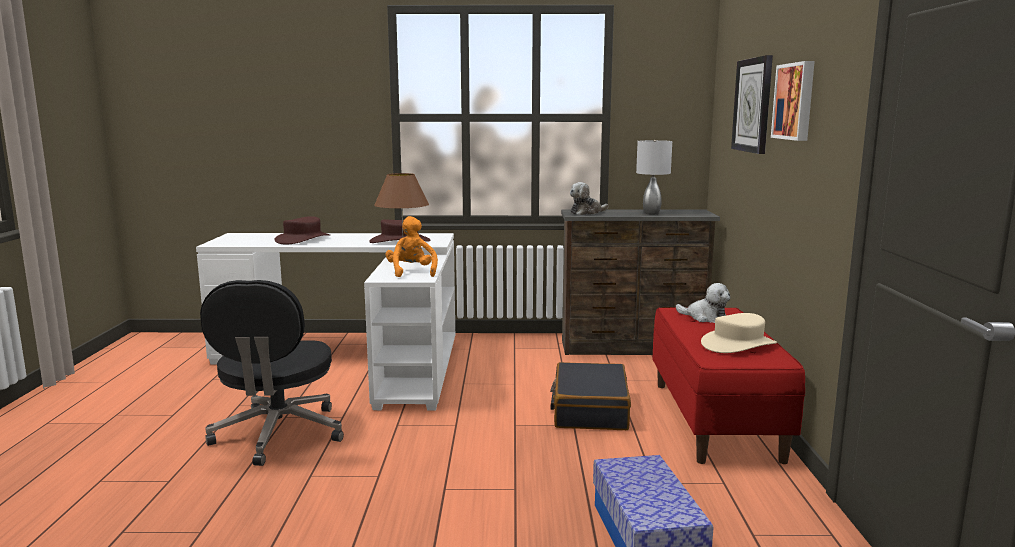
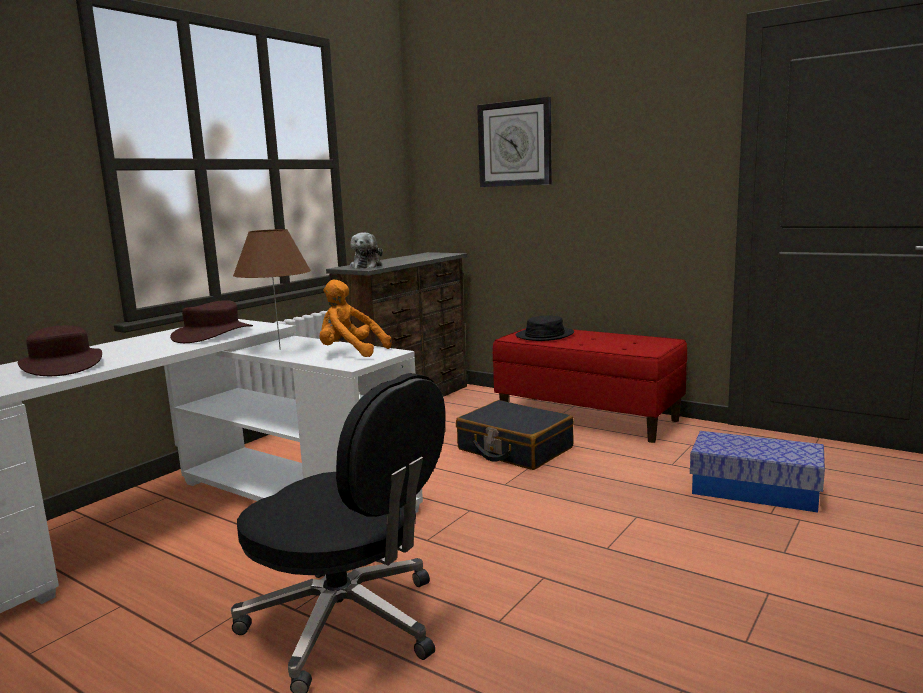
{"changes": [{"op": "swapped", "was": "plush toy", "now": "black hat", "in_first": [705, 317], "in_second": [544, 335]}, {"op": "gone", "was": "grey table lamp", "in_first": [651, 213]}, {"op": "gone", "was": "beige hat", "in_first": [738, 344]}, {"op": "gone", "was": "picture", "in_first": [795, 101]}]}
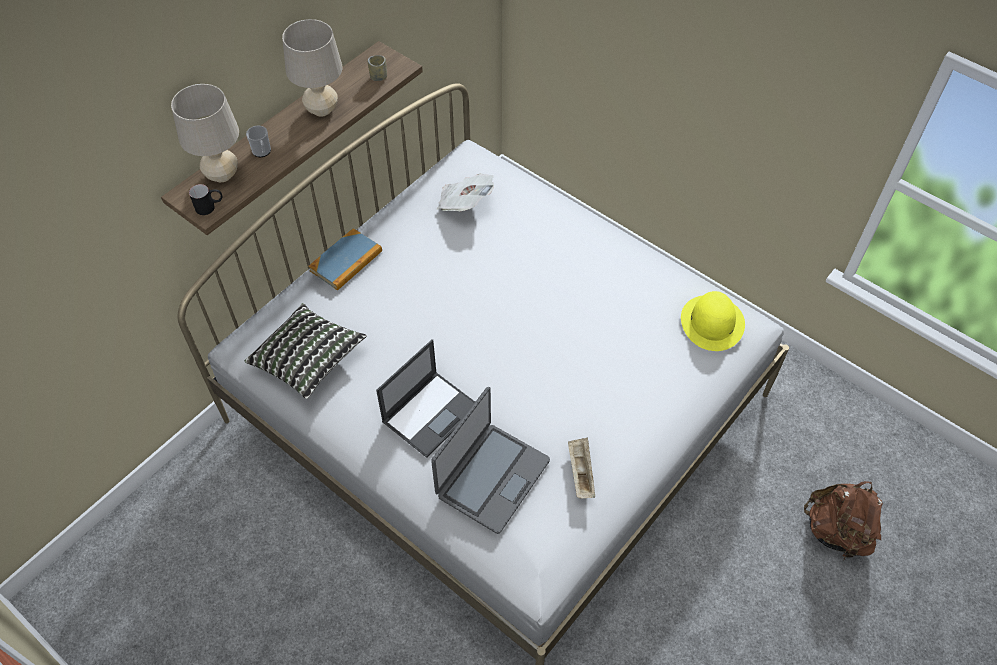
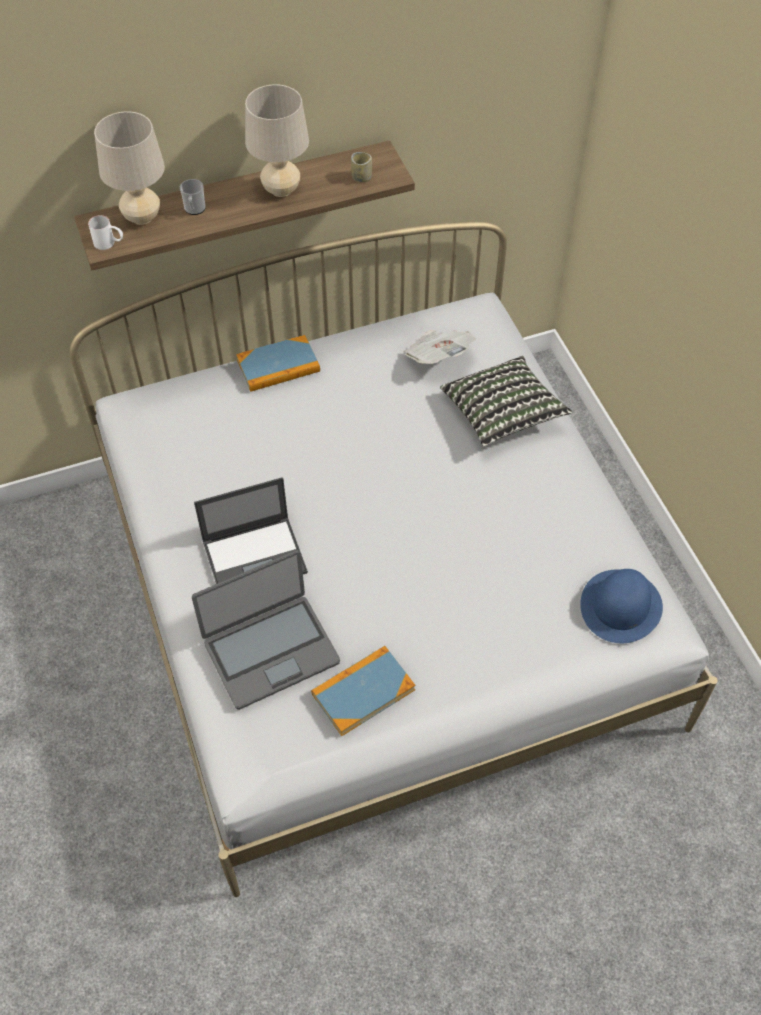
{"changes": [{"op": "repainted", "was": "black mug", "now": "white mug", "in_first": [210, 207], "in_second": [109, 243]}, {"op": "swapped", "was": "beige tray", "now": "book", "in_first": [580, 472], "in_second": [363, 692]}, {"op": "shifted", "was": "pillow", "in_first": [308, 360], "in_second": [502, 413]}, {"op": "repainted", "was": "yellow hat", "now": "blue hat", "in_first": [712, 322], "in_second": [621, 606]}, {"op": "gone", "was": "brown backpack", "in_first": [836, 532]}]}
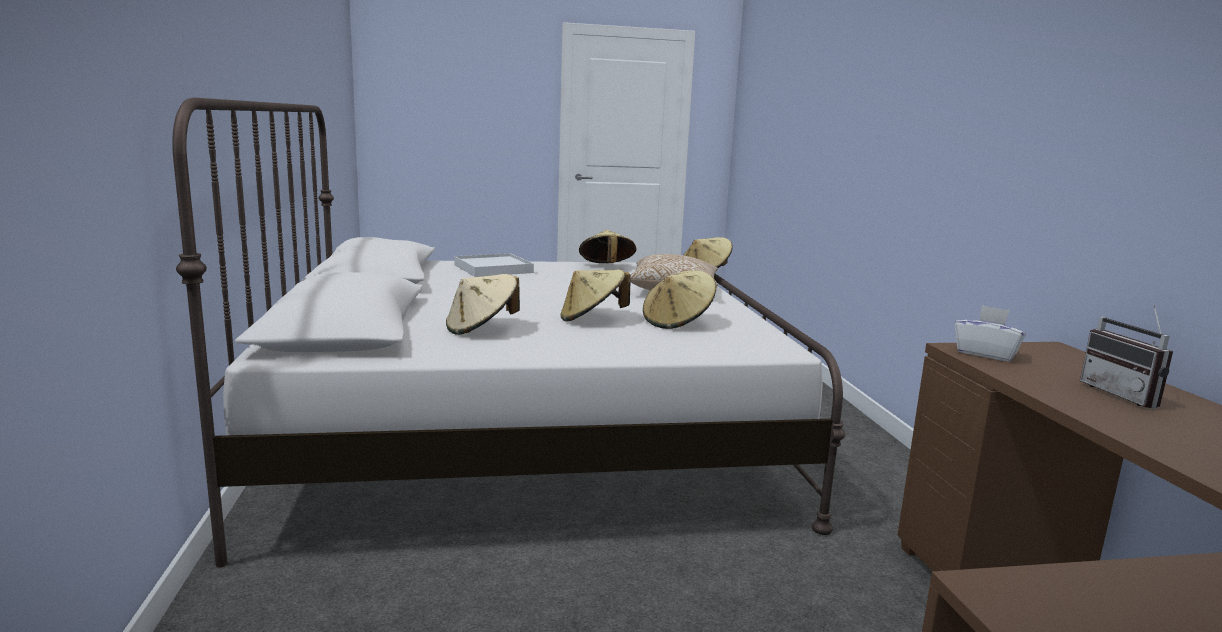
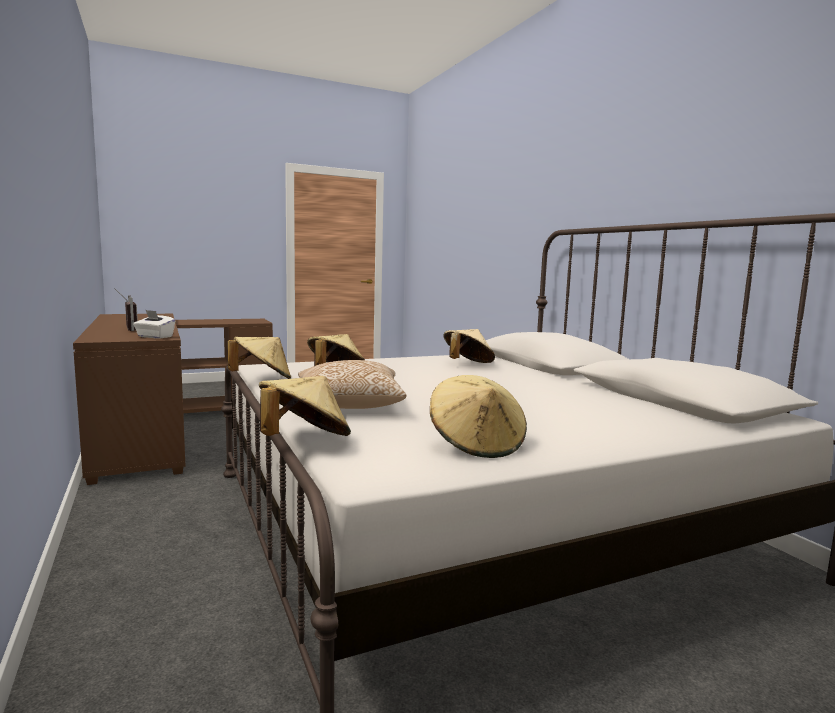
{"changes": [{"op": "shifted", "was": "beige hat", "in_first": [592, 318], "in_second": [262, 379]}, {"op": "gone", "was": "white tray", "in_first": [493, 269]}]}
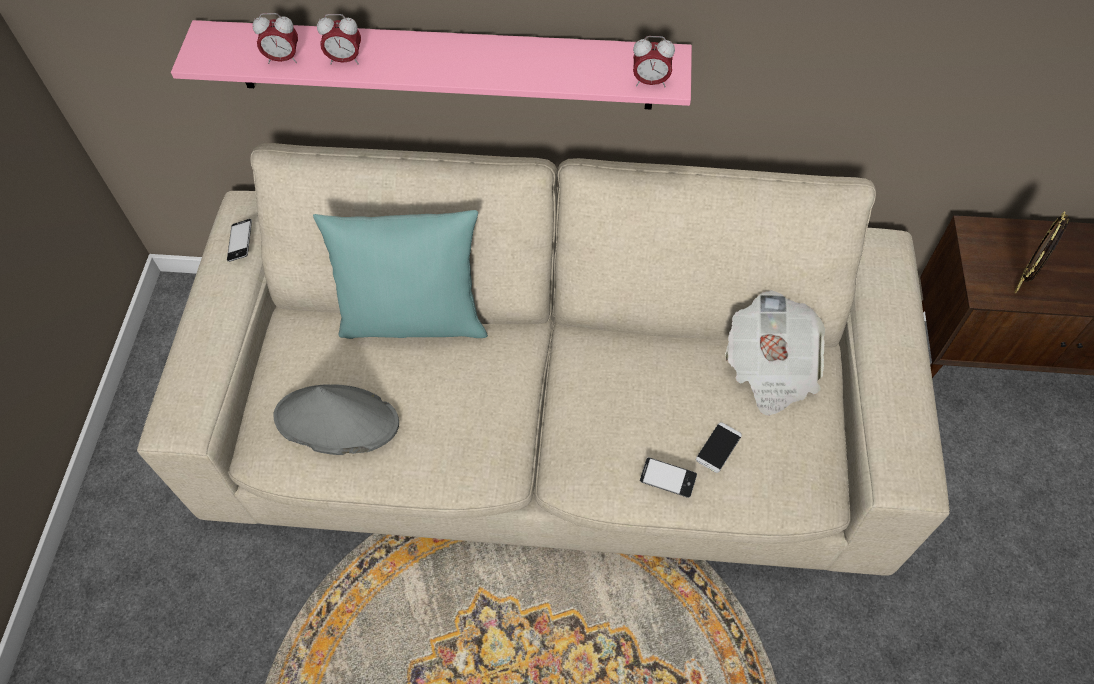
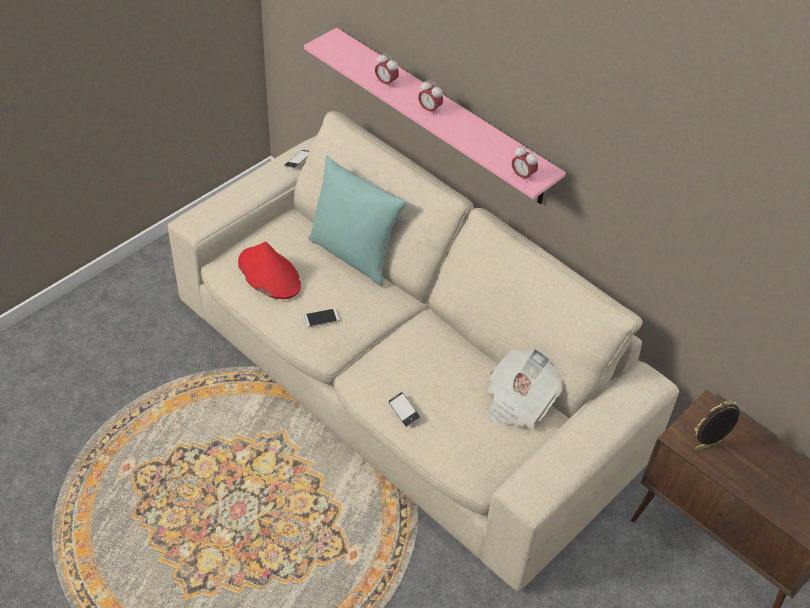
{"changes": [{"op": "repainted", "was": "grey hat", "now": "red hat", "in_first": [336, 421], "in_second": [269, 274]}, {"op": "shifted", "was": "phone", "in_first": [718, 447], "in_second": [321, 318]}, {"op": "shifted", "was": "alarm clock", "in_first": [283, 59], "in_second": [429, 110]}]}
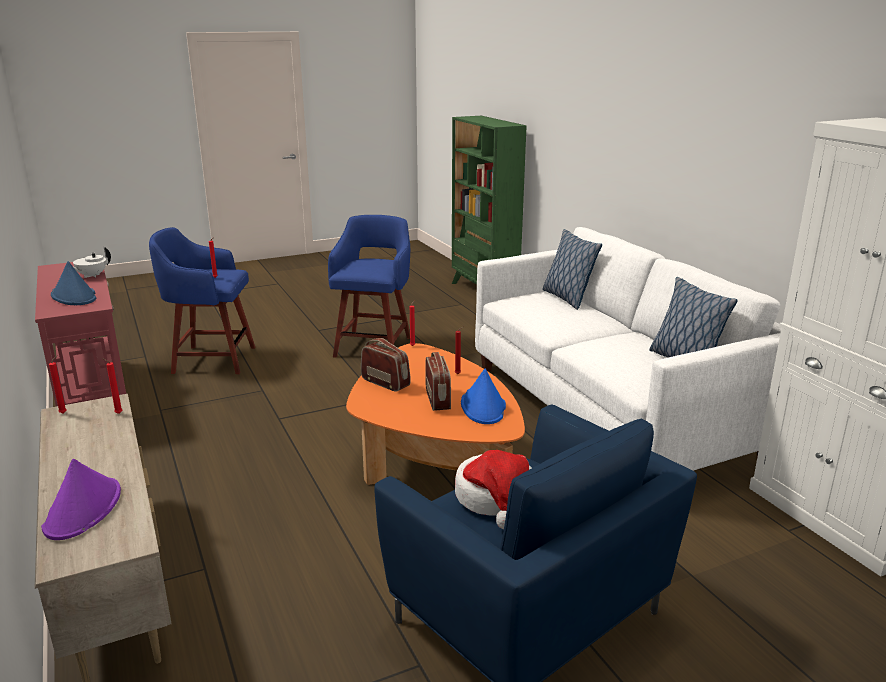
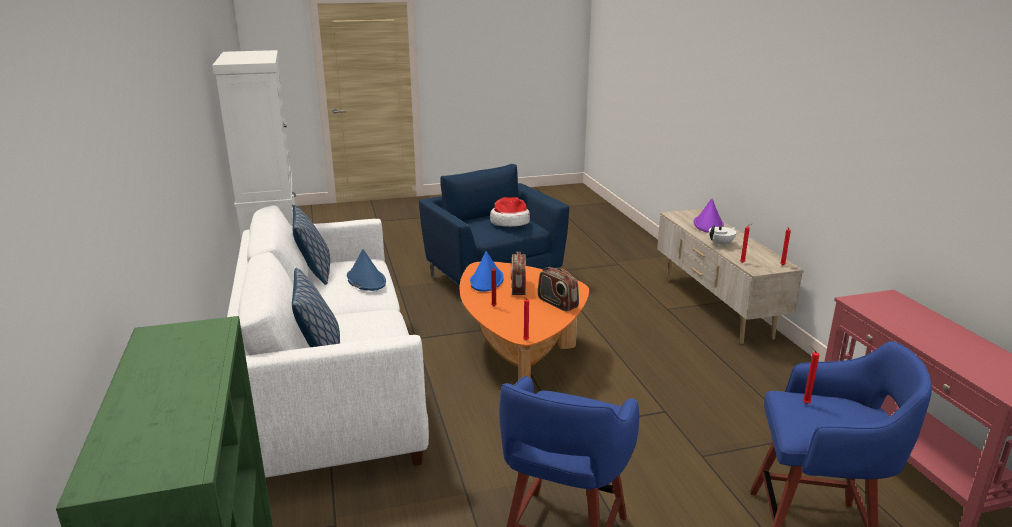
{"changes": [{"op": "shifted", "was": "blue hat", "in_first": [74, 296], "in_second": [366, 280]}, {"op": "shifted", "was": "white teapot", "in_first": [91, 276], "in_second": [721, 244]}]}
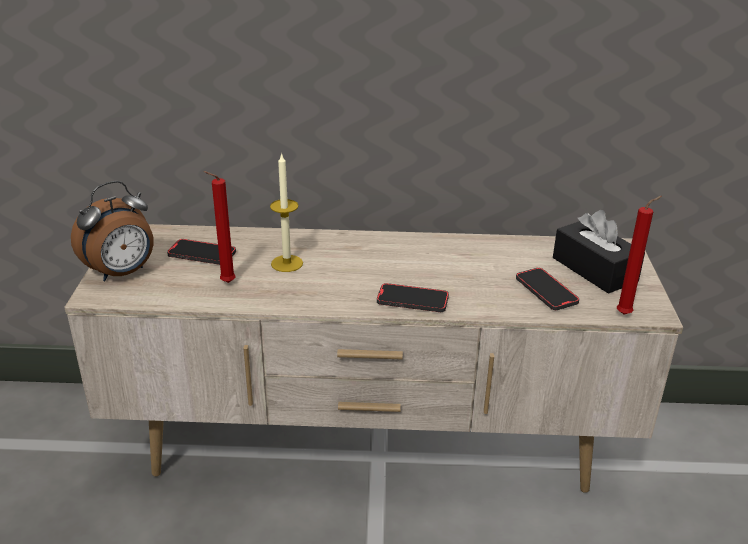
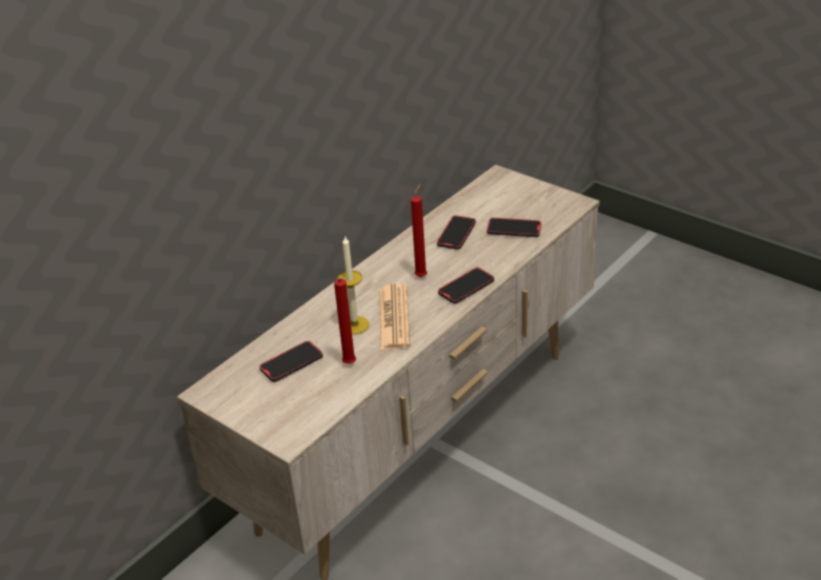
{"changes": [{"op": "new", "now": "newspaper", "in_second": [394, 318]}, {"op": "shifted", "was": "red candle", "in_first": [626, 314], "in_second": [422, 276]}, {"op": "new", "now": "phone", "in_second": [456, 234]}, {"op": "gone", "was": "alarm clock", "in_first": [122, 273]}, {"op": "gone", "was": "black tissue box", "in_first": [594, 269]}]}
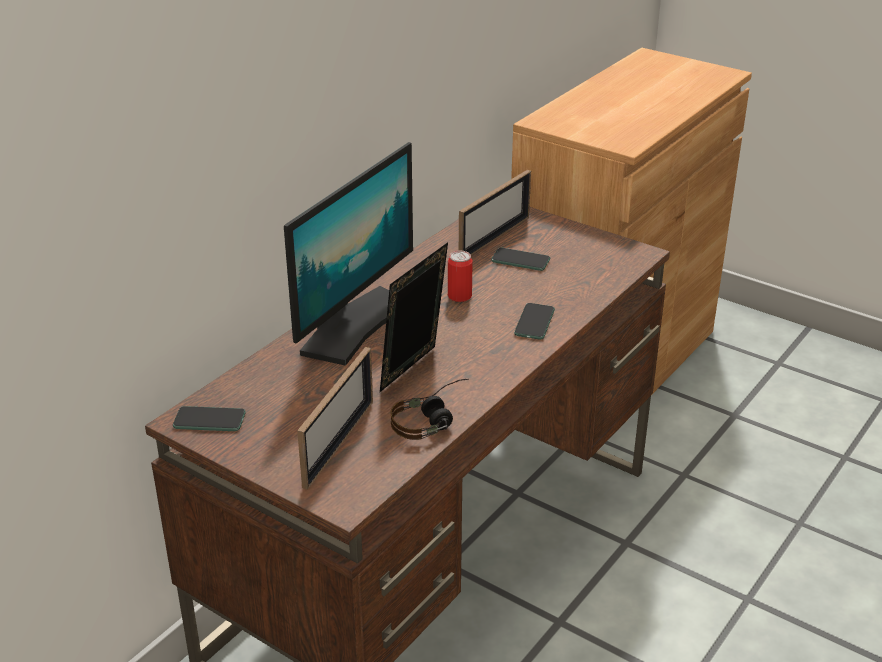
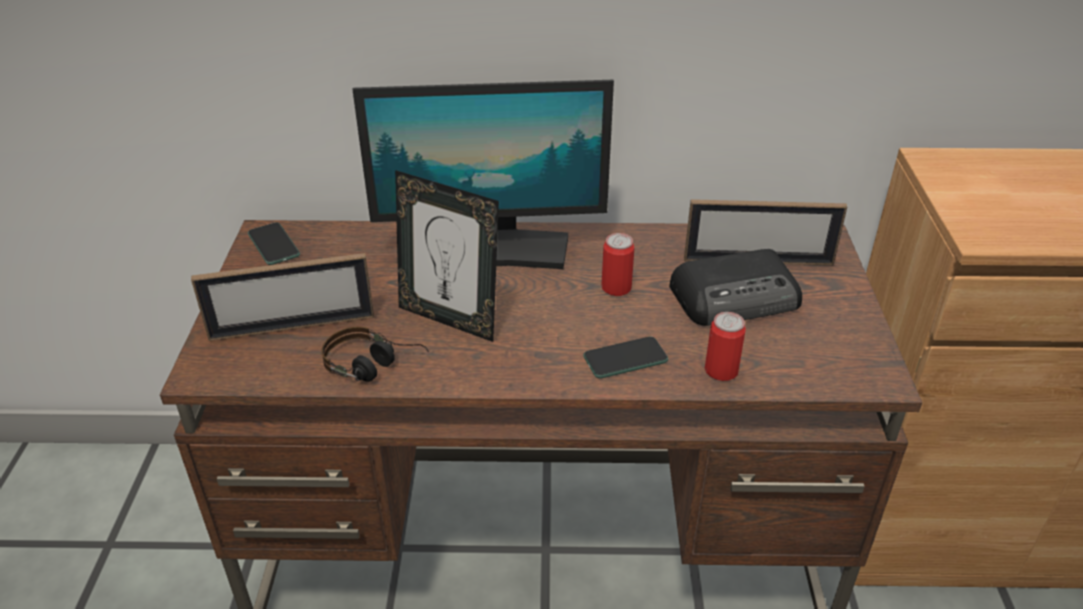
{"changes": [{"op": "rotated", "was": "picture frame", "in_first": [414, 371], "in_second": [450, 319], "clockwise": -150}, {"op": "swapped", "was": "phone", "now": "radio", "in_first": [520, 260], "in_second": [737, 297]}, {"op": "new", "now": "can", "in_second": [721, 370]}]}
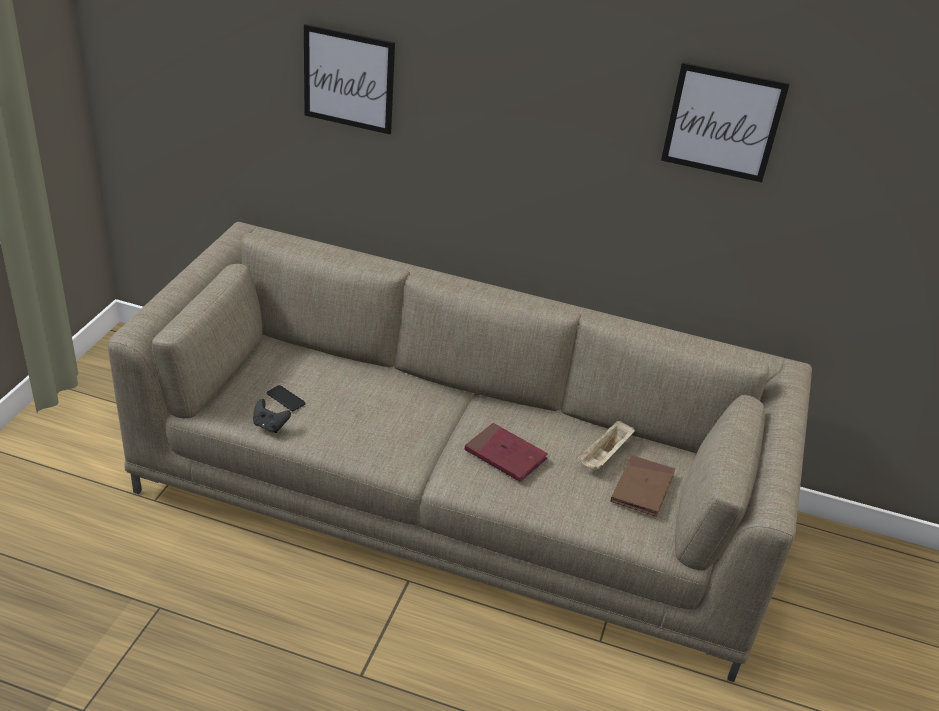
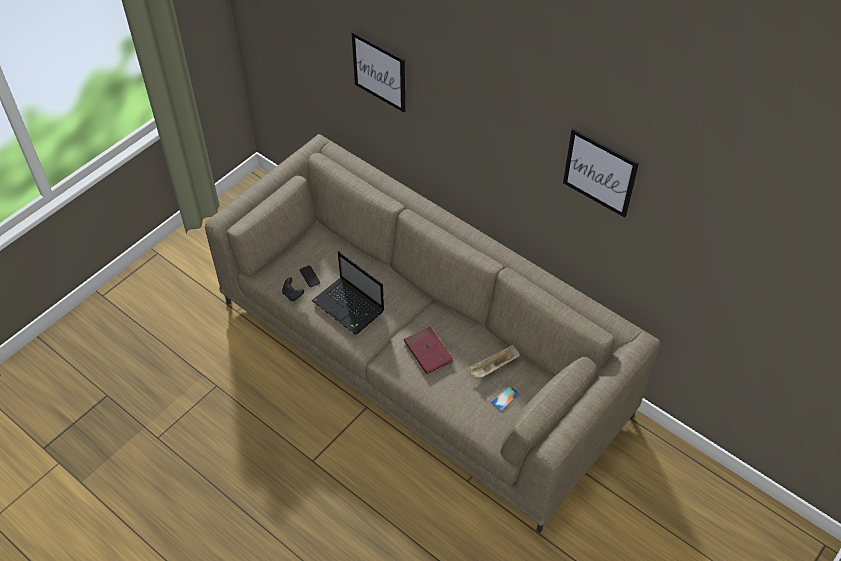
{"changes": [{"op": "new", "now": "laptop", "in_second": [350, 307]}, {"op": "swapped", "was": "brown book", "now": "phone", "in_first": [642, 488], "in_second": [505, 398]}]}
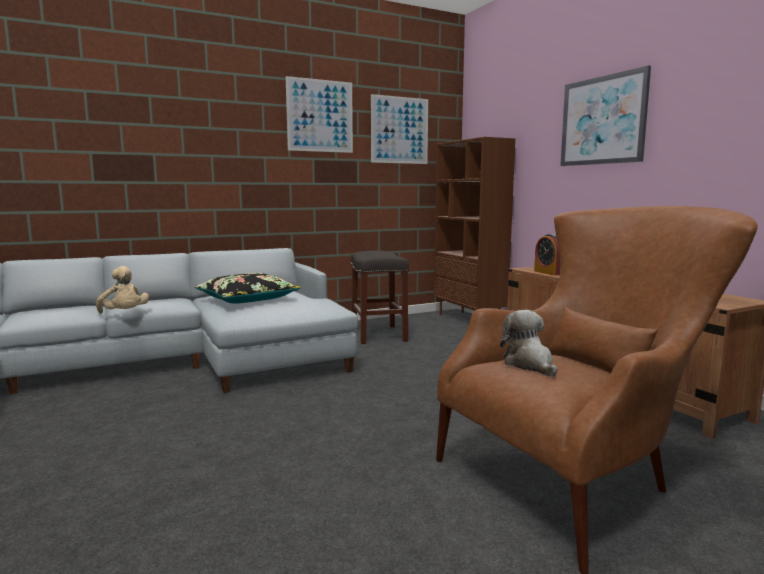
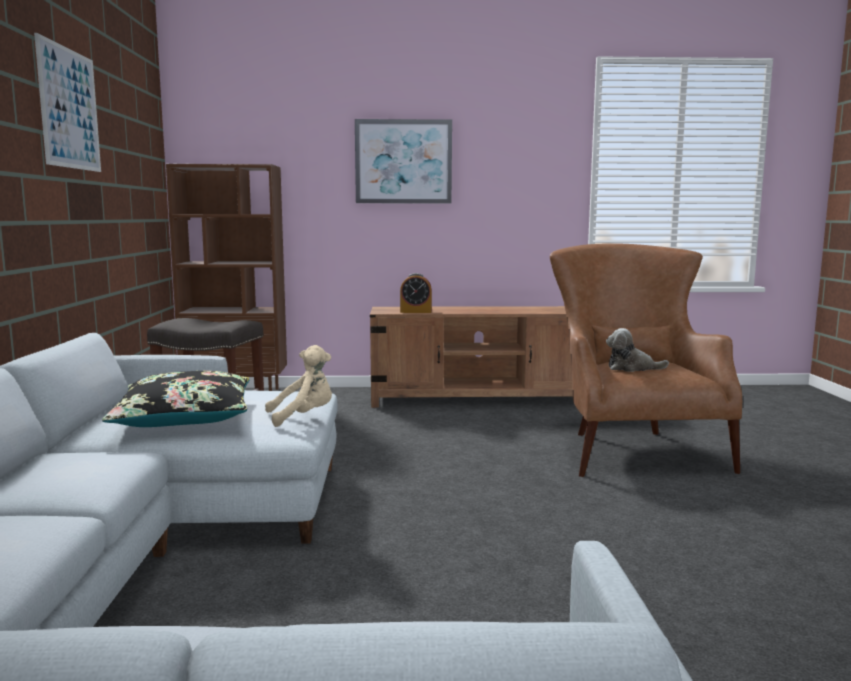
{"changes": [{"op": "shifted", "was": "beige plush toy", "in_first": [124, 314], "in_second": [303, 417]}, {"op": "gone", "was": "picture", "in_first": [399, 130]}]}
